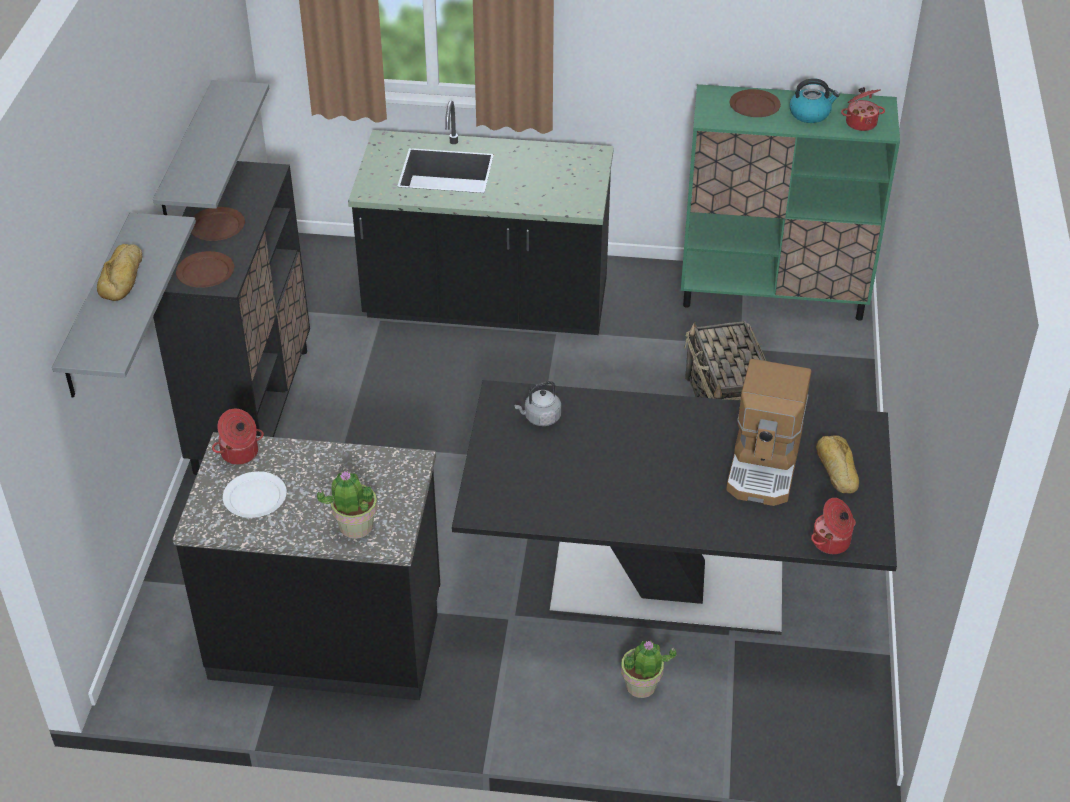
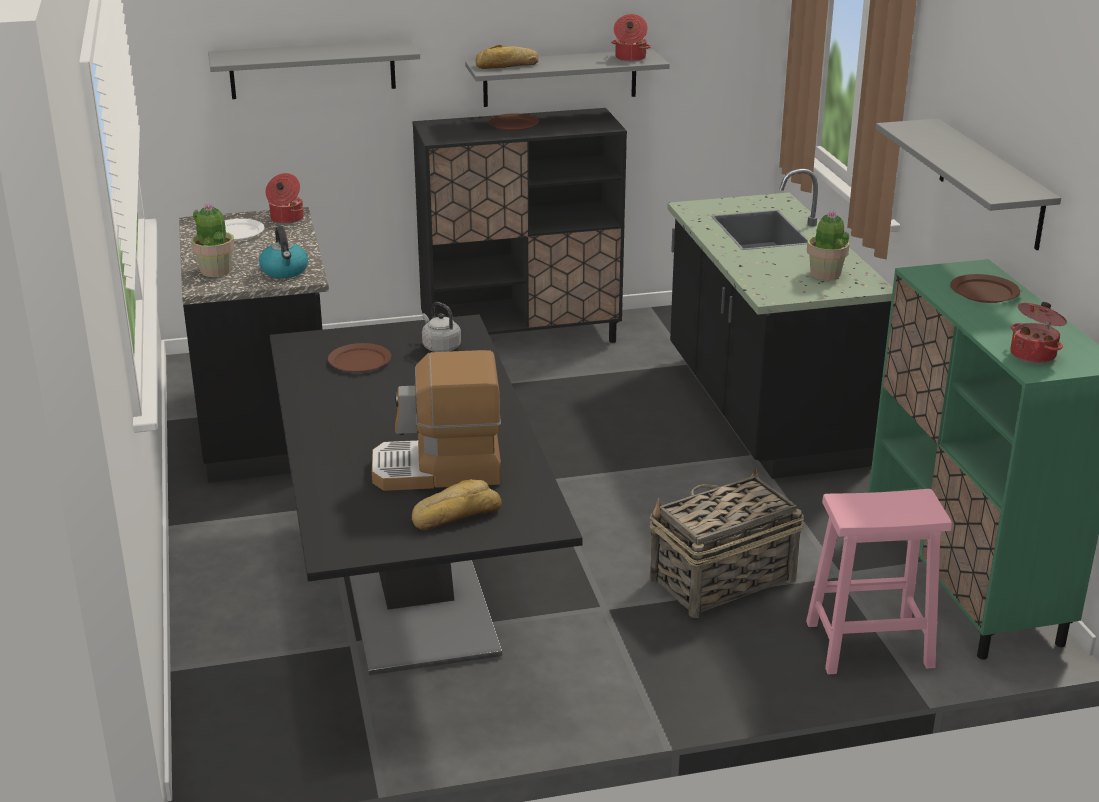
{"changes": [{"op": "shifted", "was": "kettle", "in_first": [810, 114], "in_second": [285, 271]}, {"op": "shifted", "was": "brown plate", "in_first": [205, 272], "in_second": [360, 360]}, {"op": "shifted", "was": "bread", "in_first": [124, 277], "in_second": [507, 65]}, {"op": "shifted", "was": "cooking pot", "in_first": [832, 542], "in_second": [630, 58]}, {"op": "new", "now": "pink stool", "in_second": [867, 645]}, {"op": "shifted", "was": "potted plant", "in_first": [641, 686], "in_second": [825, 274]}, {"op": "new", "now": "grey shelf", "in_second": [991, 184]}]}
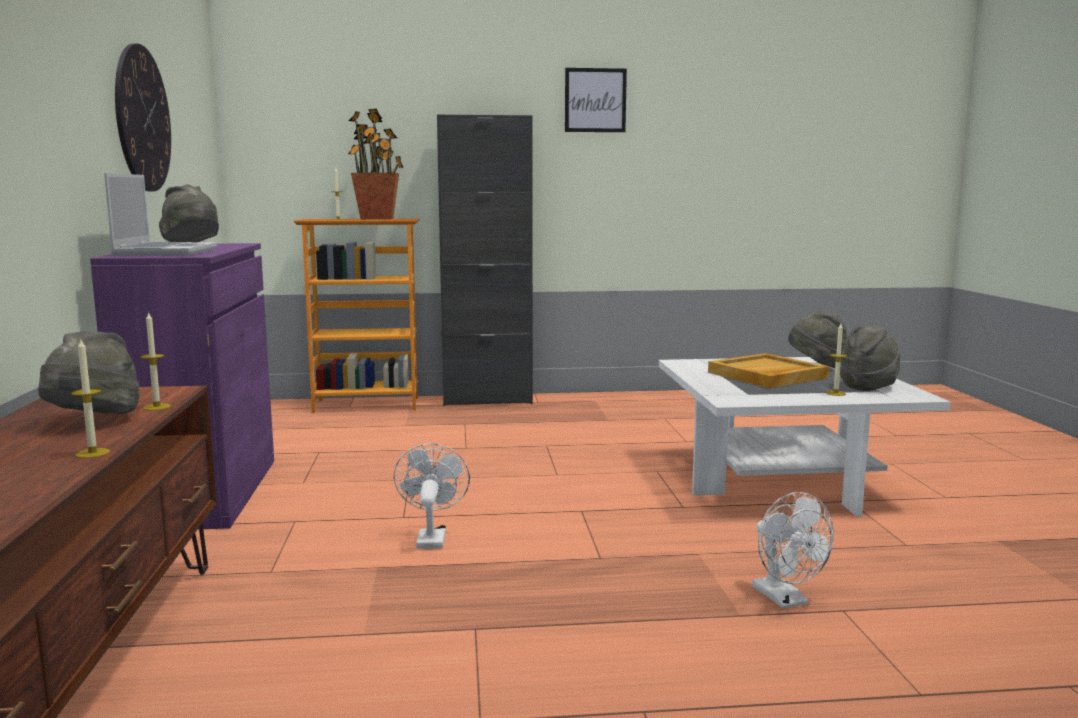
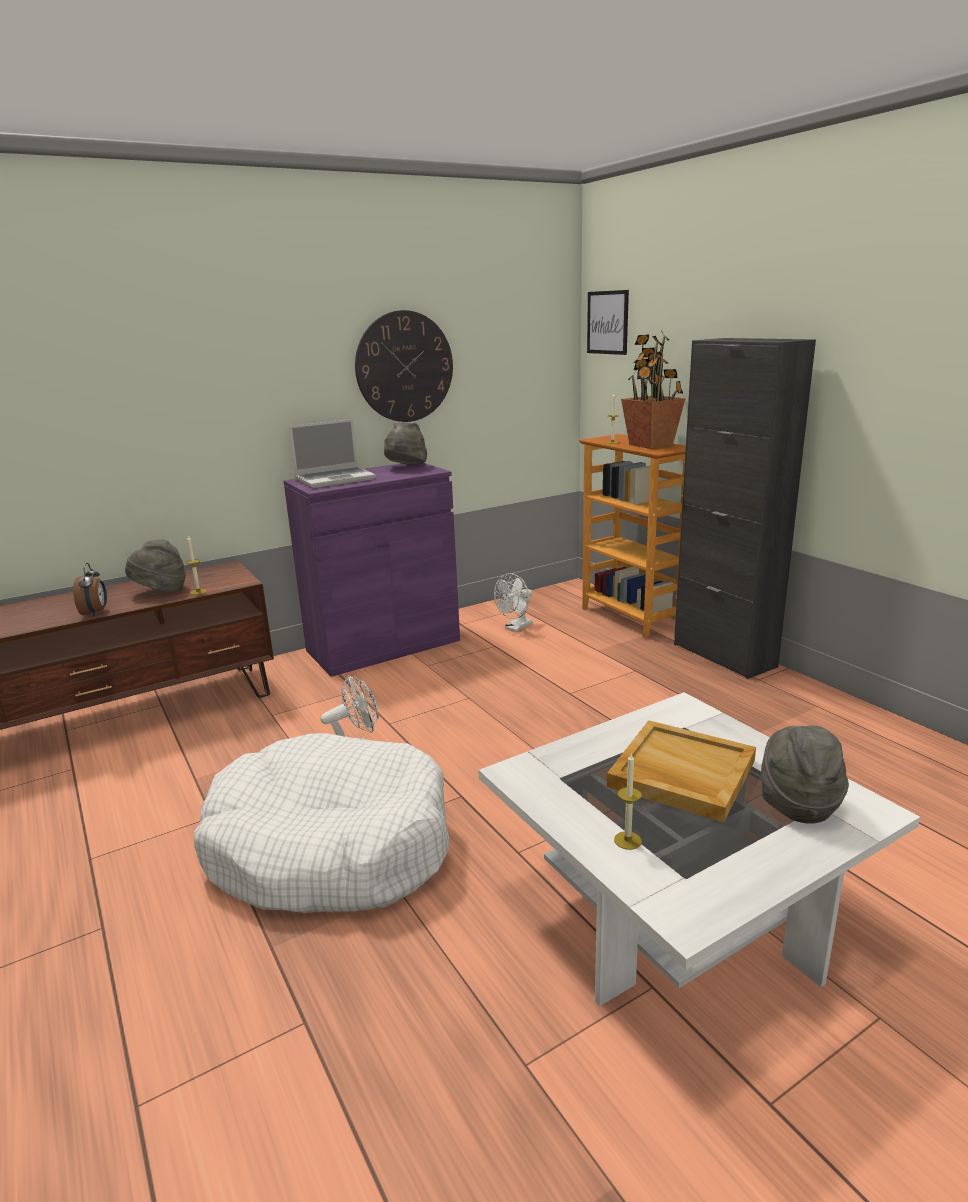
{"changes": [{"op": "swapped", "was": "candle", "now": "alarm clock", "in_first": [92, 453], "in_second": [95, 613]}, {"op": "new", "now": "white dog bed", "in_second": [330, 846]}, {"op": "shifted", "was": "white fan", "in_first": [786, 600], "in_second": [516, 628]}, {"op": "shifted", "was": "picture", "in_first": [595, 100], "in_second": [607, 322]}, {"op": "gone", "was": "grey hat", "in_first": [868, 386]}]}
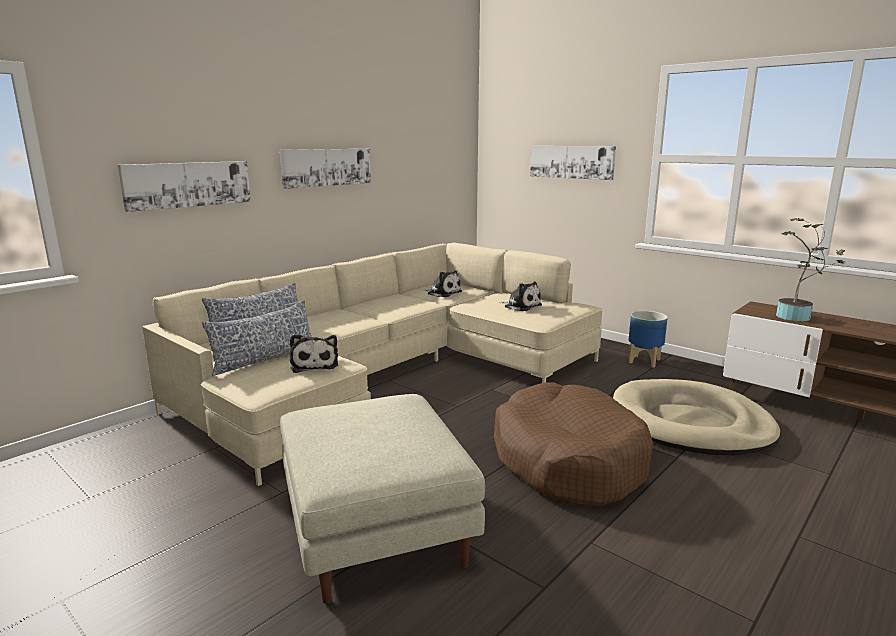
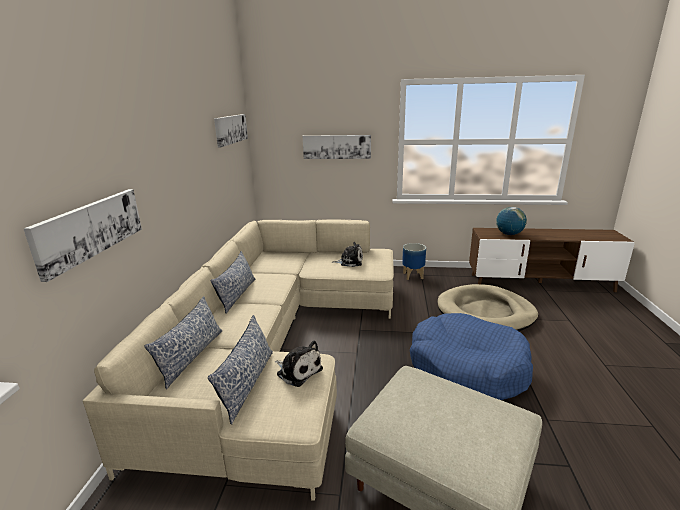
{"changes": [{"op": "new", "now": "pillow", "in_second": [237, 294]}, {"op": "shifted", "was": "picture", "in_first": [326, 167], "in_second": [230, 129]}, {"op": "repainted", "was": "brown dog bed", "now": "blue dog bed", "in_first": [567, 460], "in_second": [467, 367]}, {"op": "swapped", "was": "potted plant", "now": "globe", "in_first": [797, 317], "in_second": [509, 234]}, {"op": "gone", "was": "plush toy", "in_first": [443, 293]}]}
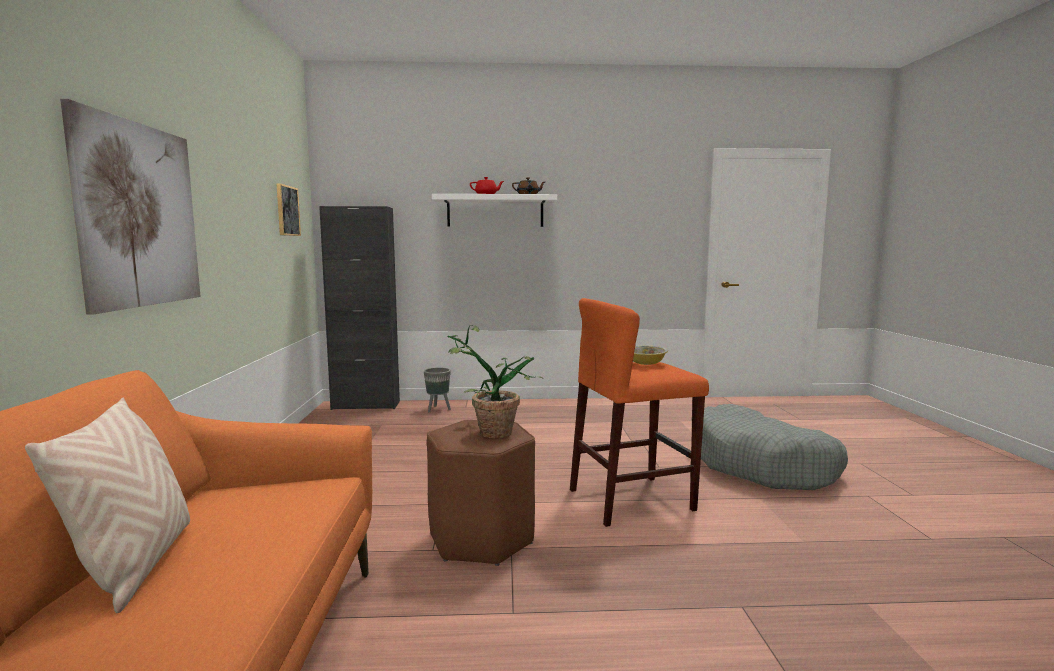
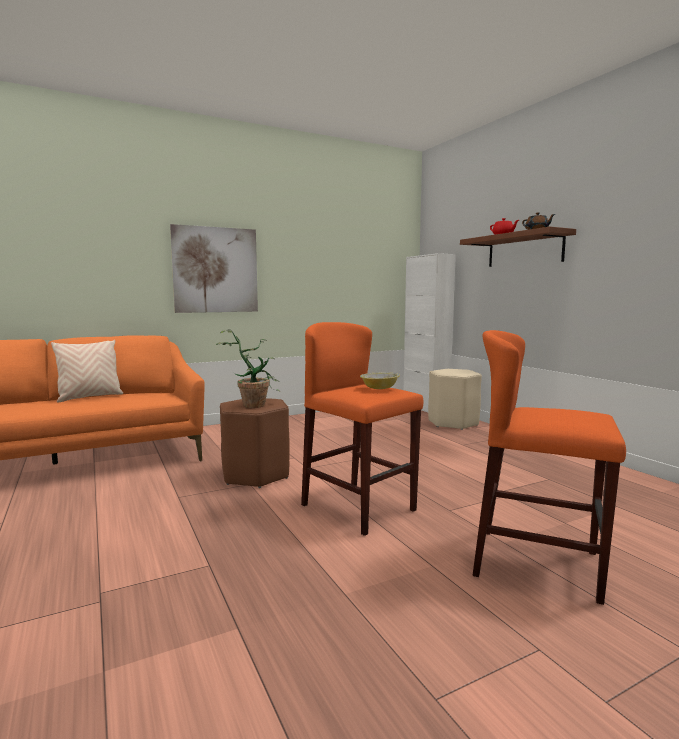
{"changes": [{"op": "repainted", "was": "black cabinet", "now": "white cabinet", "in_first": [366, 405], "in_second": [425, 408]}, {"op": "swapped", "was": "grey planter", "now": "beige stool", "in_first": [438, 409], "in_second": [453, 423]}, {"op": "repainted", "was": "white shelf", "now": "brown shelf", "in_first": [495, 211], "in_second": [524, 250]}, {"op": "swapped", "was": "grey dog bed", "now": "orange stool", "in_first": [761, 465], "in_second": [537, 564]}, {"op": "gone", "was": "picture", "in_first": [287, 211]}]}
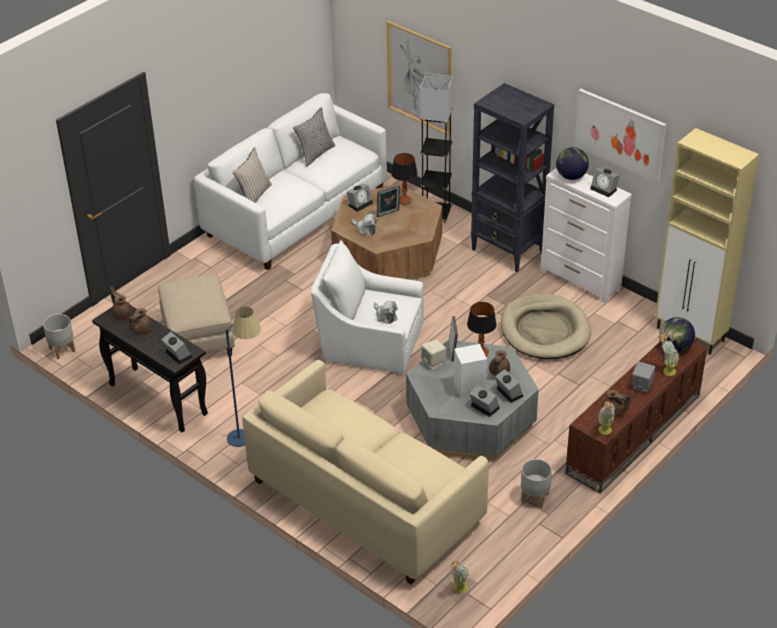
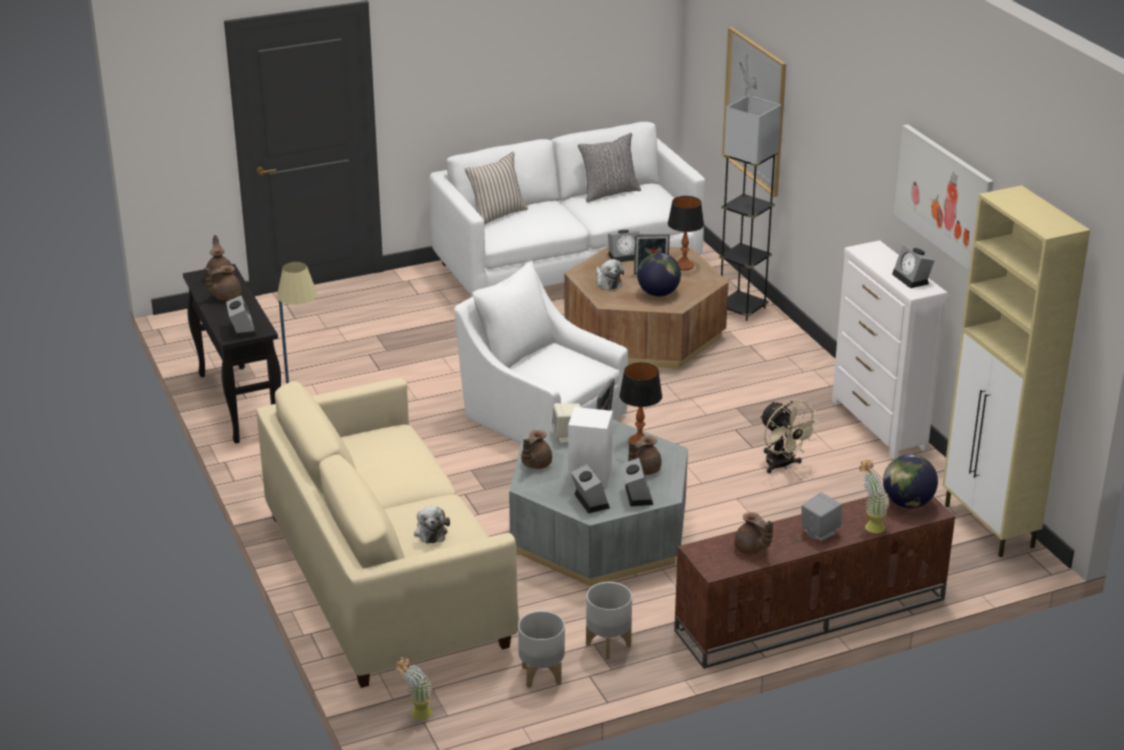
{"changes": [{"op": "shifted", "was": "plush toy", "in_first": [385, 316], "in_second": [430, 531]}, {"op": "shifted", "was": "grey planter", "in_first": [62, 350], "in_second": [541, 675]}, {"op": "new", "now": "brown teapot", "in_second": [535, 464]}, {"op": "shifted", "was": "globe", "in_first": [571, 176], "in_second": [658, 293]}, {"op": "swapped", "was": "beige dog bed", "now": "beige fan", "in_first": [544, 330], "in_second": [782, 466]}, {"op": "gone", "was": "beige ottoman", "in_first": [199, 337]}, {"op": "gone", "was": "black bookcase", "in_first": [508, 250]}, {"op": "gone", "was": "potted plant", "in_first": [605, 432]}]}
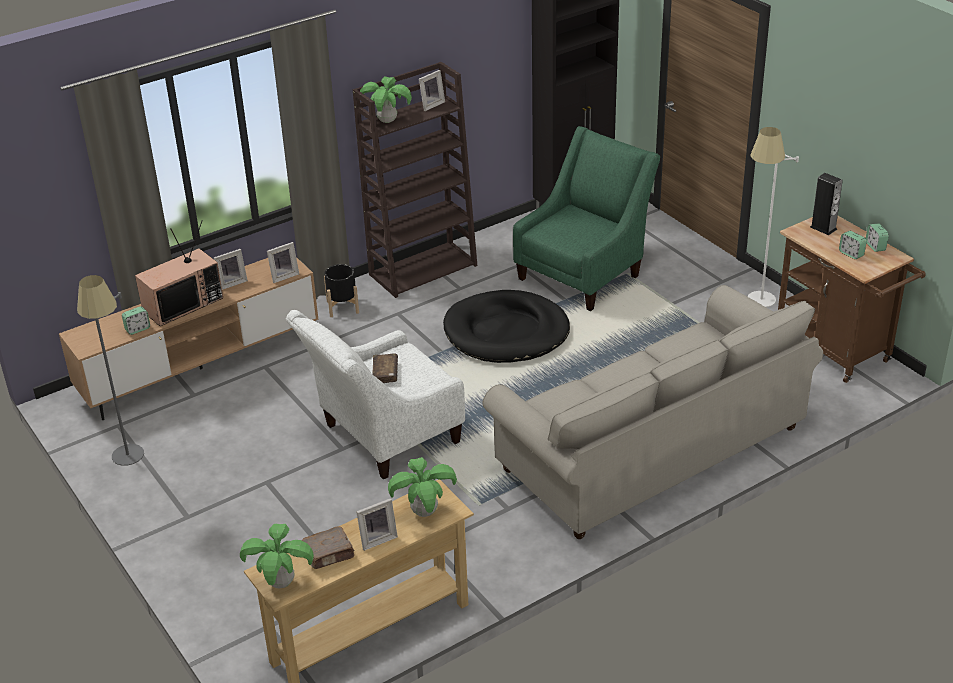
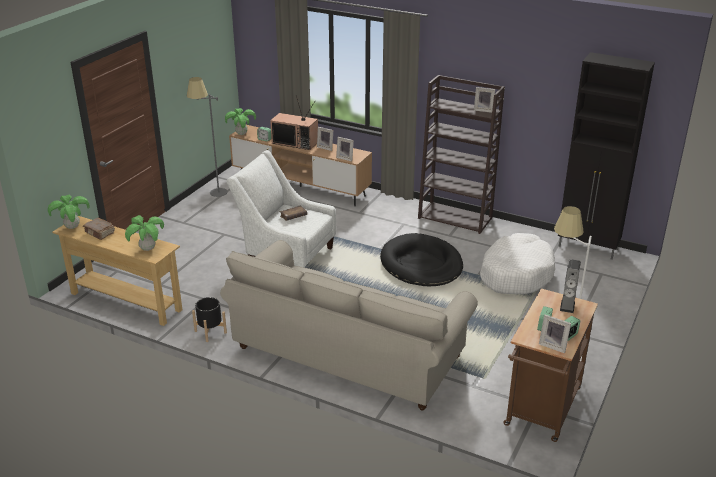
{"changes": [{"op": "shifted", "was": "black planter", "in_first": [343, 307], "in_second": [210, 332]}, {"op": "shifted", "was": "potted plant", "in_first": [387, 121], "in_second": [241, 134]}, {"op": "swapped", "was": "green armchair", "now": "white dog bed", "in_first": [584, 273], "in_second": [515, 274]}, {"op": "shifted", "was": "picture frame", "in_first": [377, 539], "in_second": [553, 345]}]}
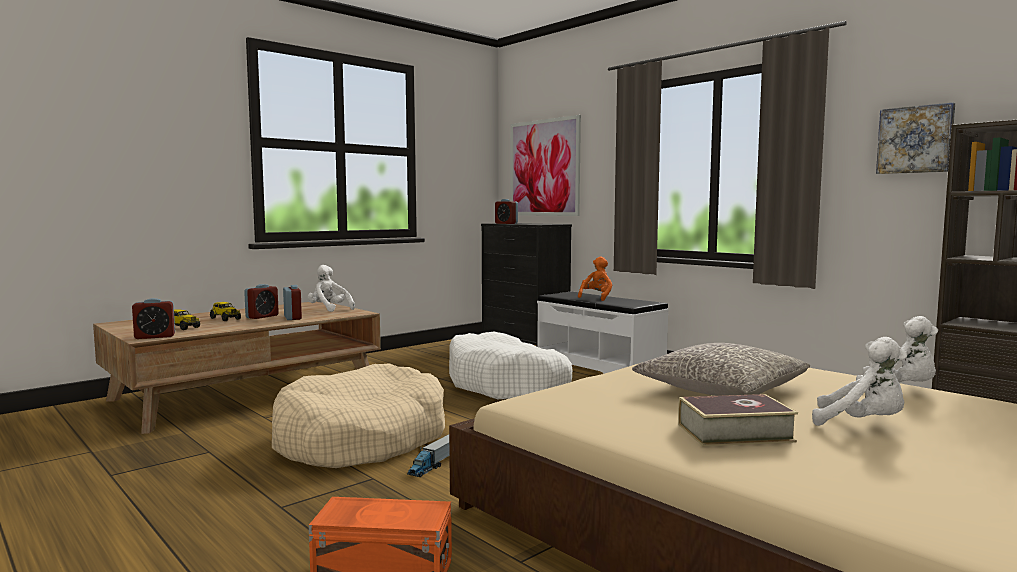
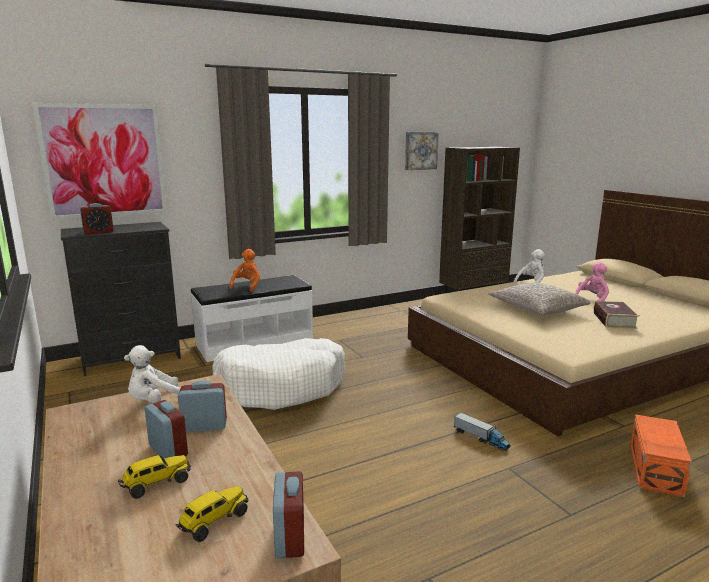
{"changes": [{"op": "rotated", "was": "orange plush toy", "in_first": [596, 297], "in_second": [247, 286], "clockwise": 60}, {"op": "repainted", "was": "white plush toy", "now": "pink plush toy", "in_first": [862, 423], "in_second": [591, 300]}, {"op": "gone", "was": "beige dog bed", "in_first": [361, 439]}]}
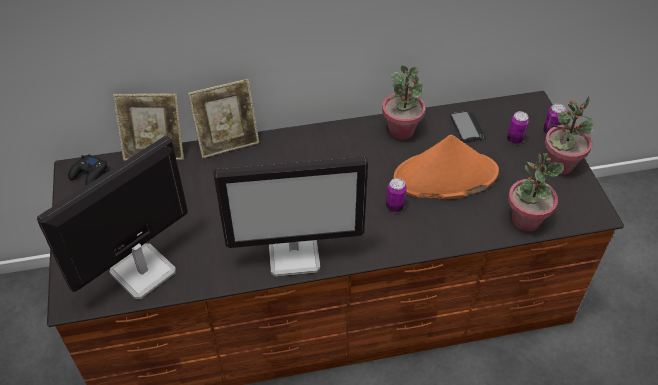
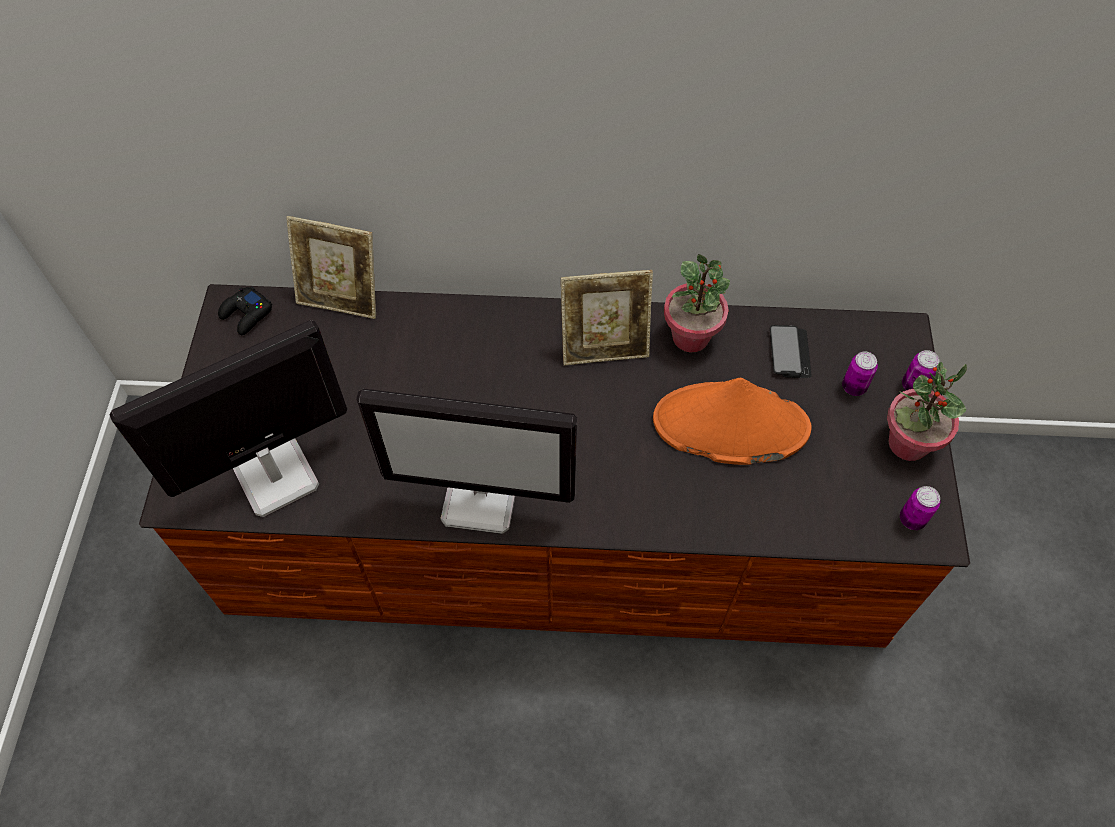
{"changes": [{"op": "shifted", "was": "picture frame", "in_first": [228, 143], "in_second": [604, 347]}, {"op": "shifted", "was": "can", "in_first": [394, 206], "in_second": [912, 519]}, {"op": "gone", "was": "potted plant", "in_first": [525, 220]}]}
